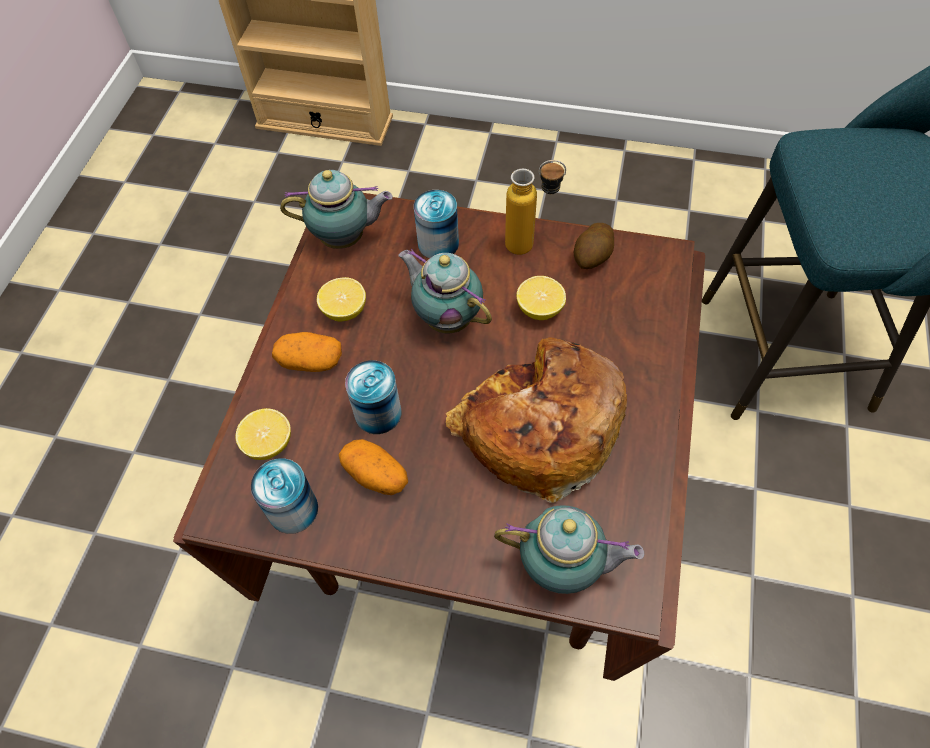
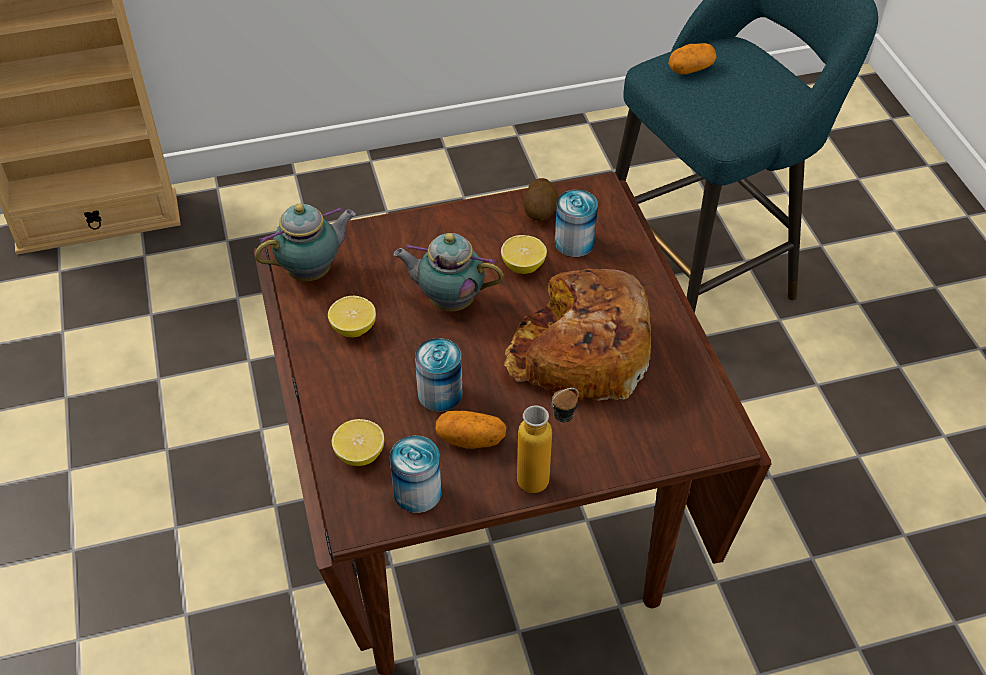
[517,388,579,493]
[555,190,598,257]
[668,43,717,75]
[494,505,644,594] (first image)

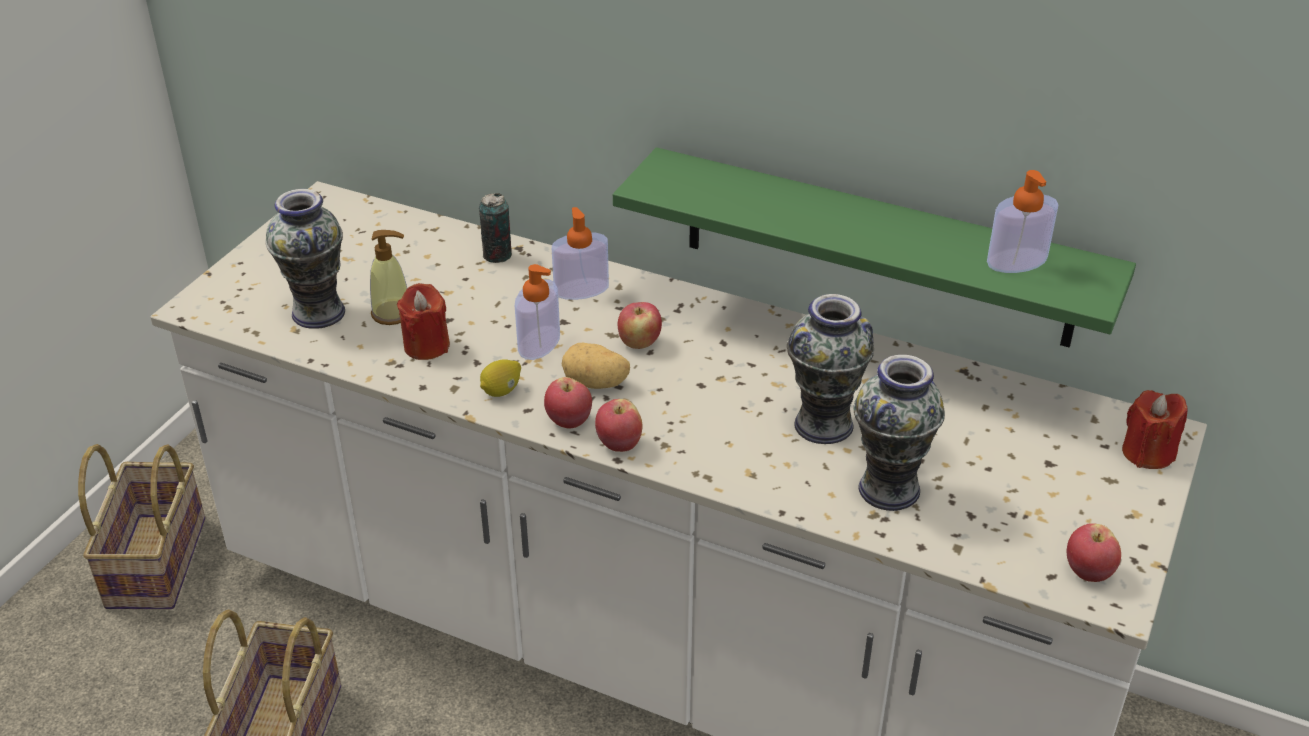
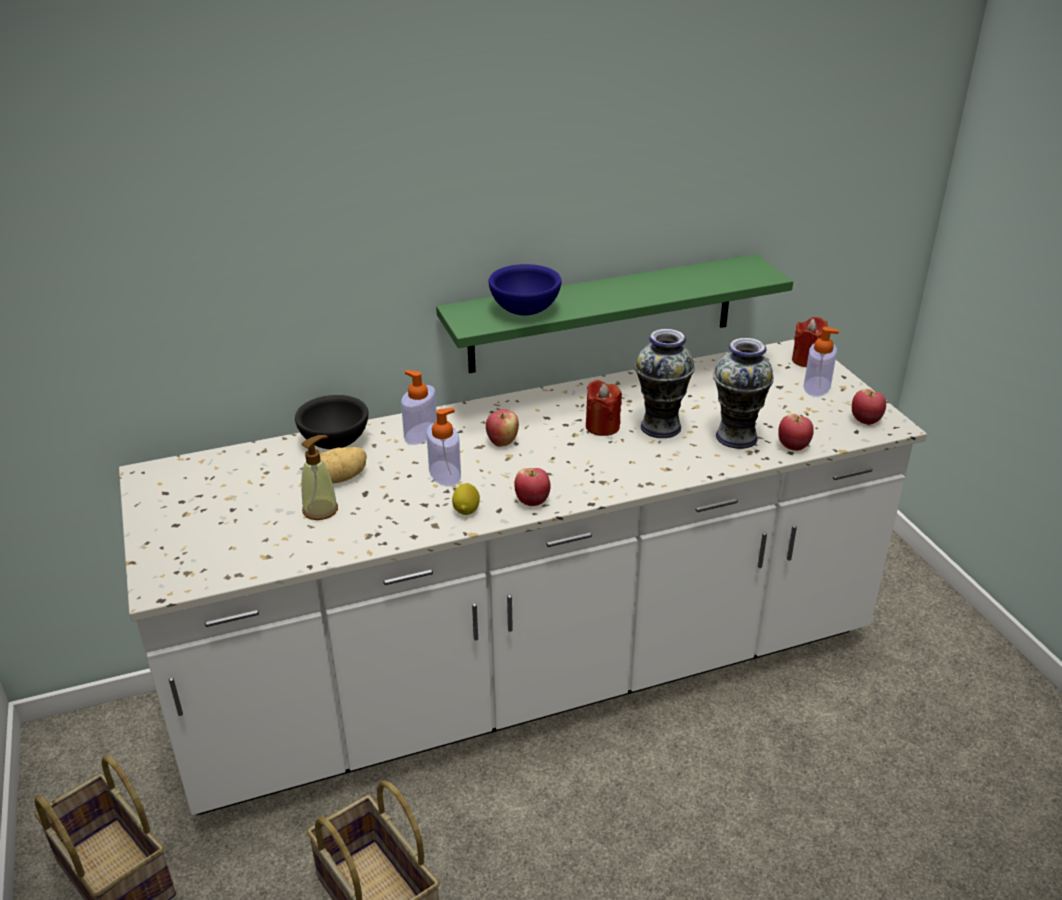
[295,395,368,449]
[320,447,367,483]
[488,264,562,315]
[586,380,622,436]
[778,414,814,451]
[804,327,839,397]
[265,189,345,329] (first image)

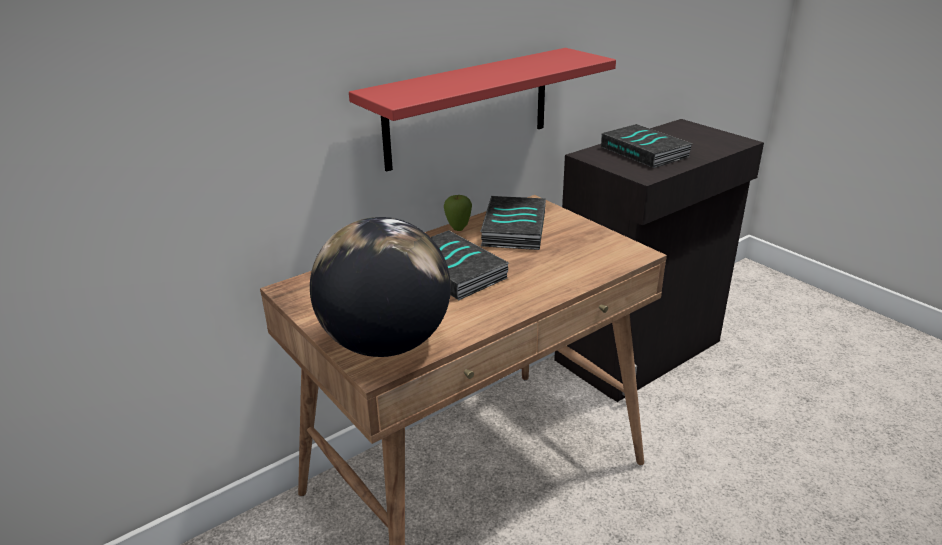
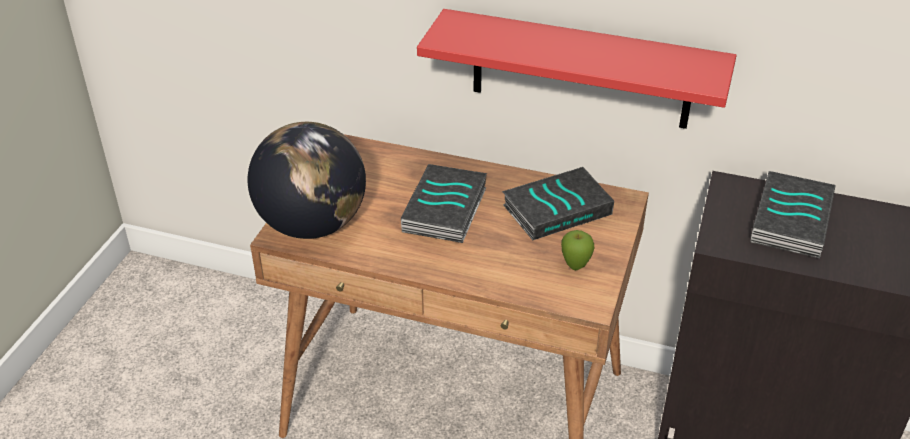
[561,230,594,270]

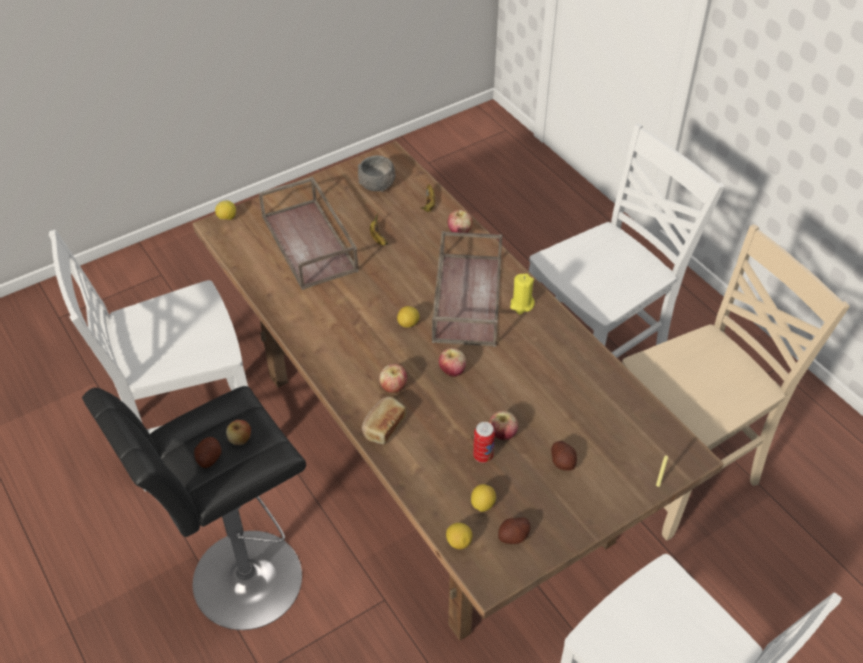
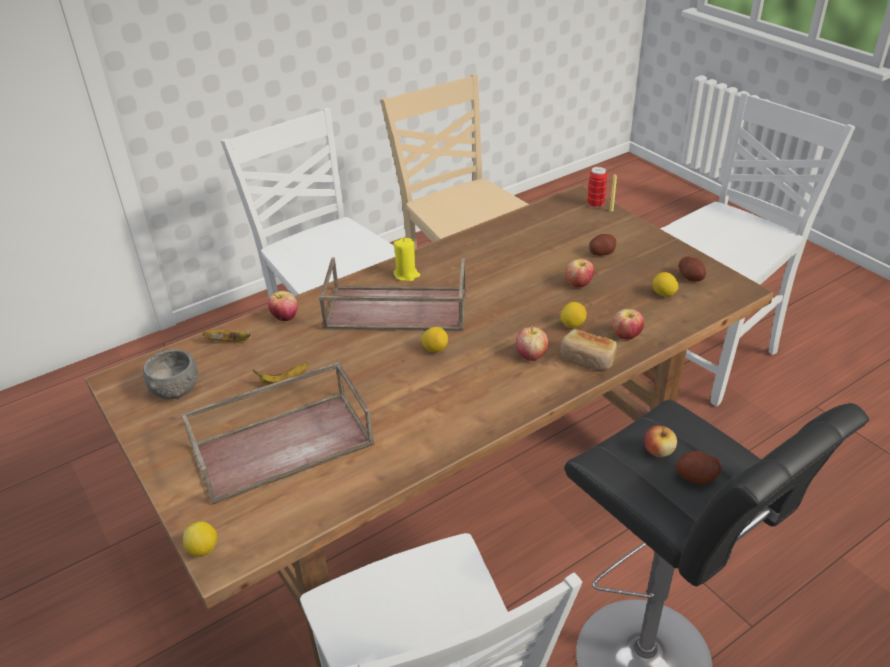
[560,302,587,328]
[587,167,607,208]
[612,309,644,340]

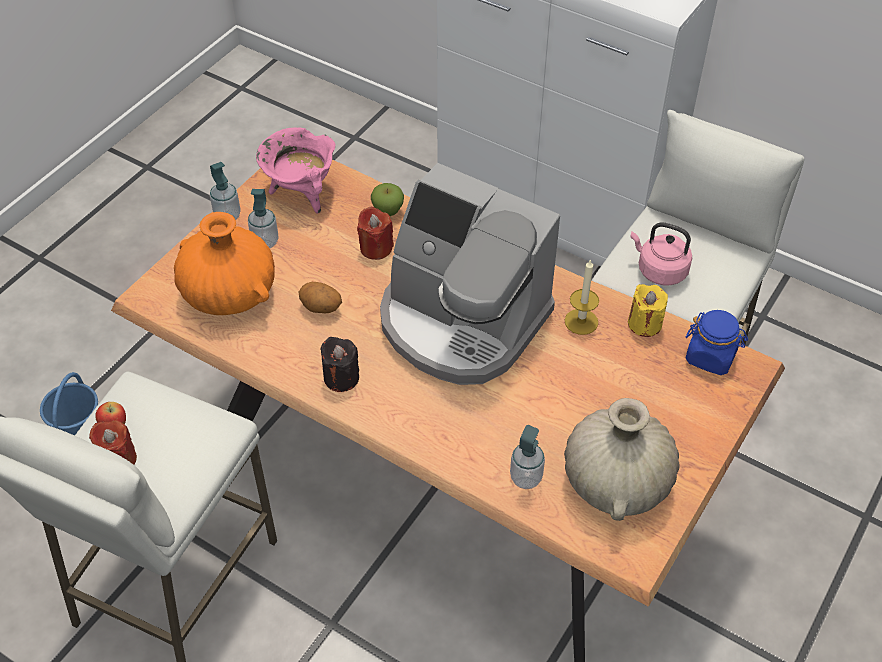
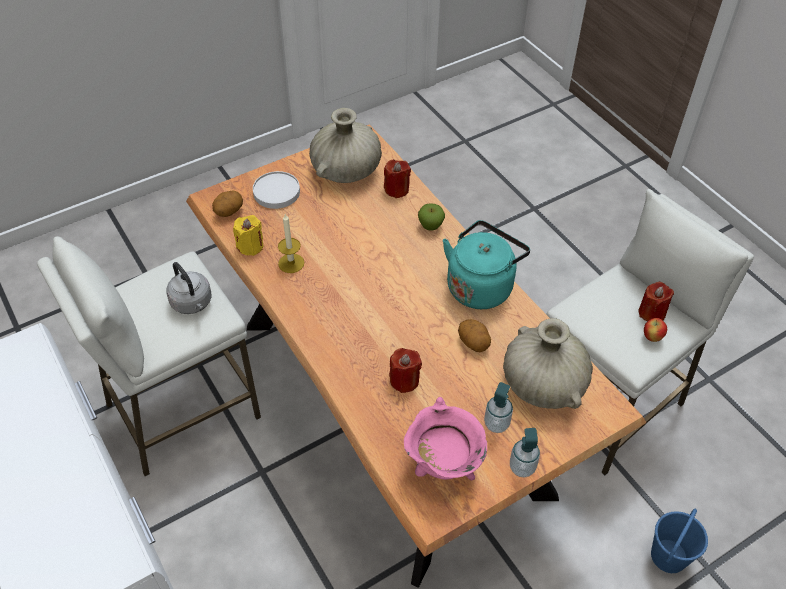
[166,262,212,314]
[212,190,243,217]
[253,171,300,209]
[384,160,411,198]
[418,203,445,231]
[443,220,530,309]
[503,318,593,409]
[380,163,560,385] (first image)

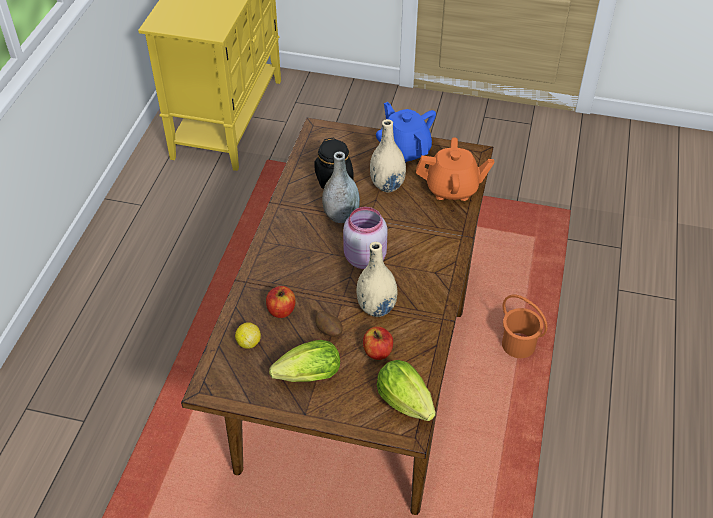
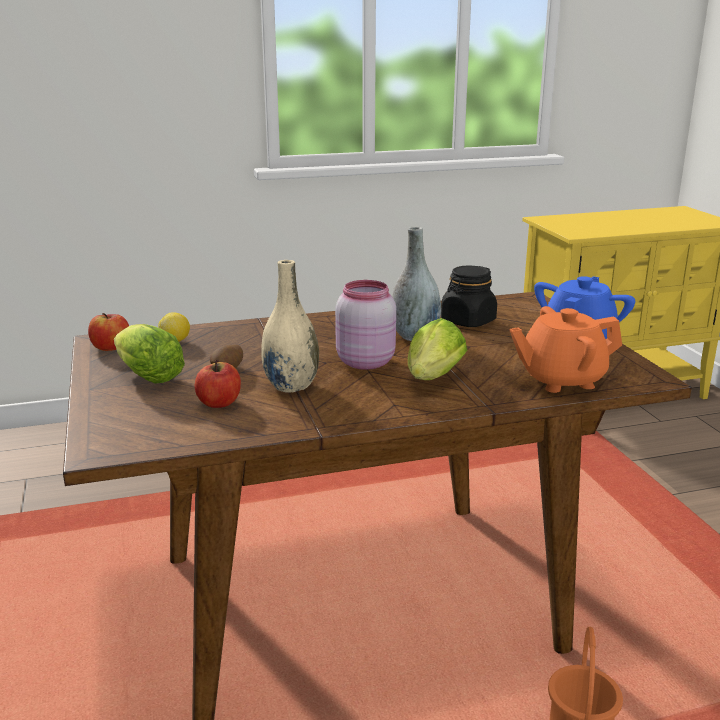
[88,313,129,351]
[408,318,467,380]
[509,306,622,393]
[370,119,406,192] (first image)

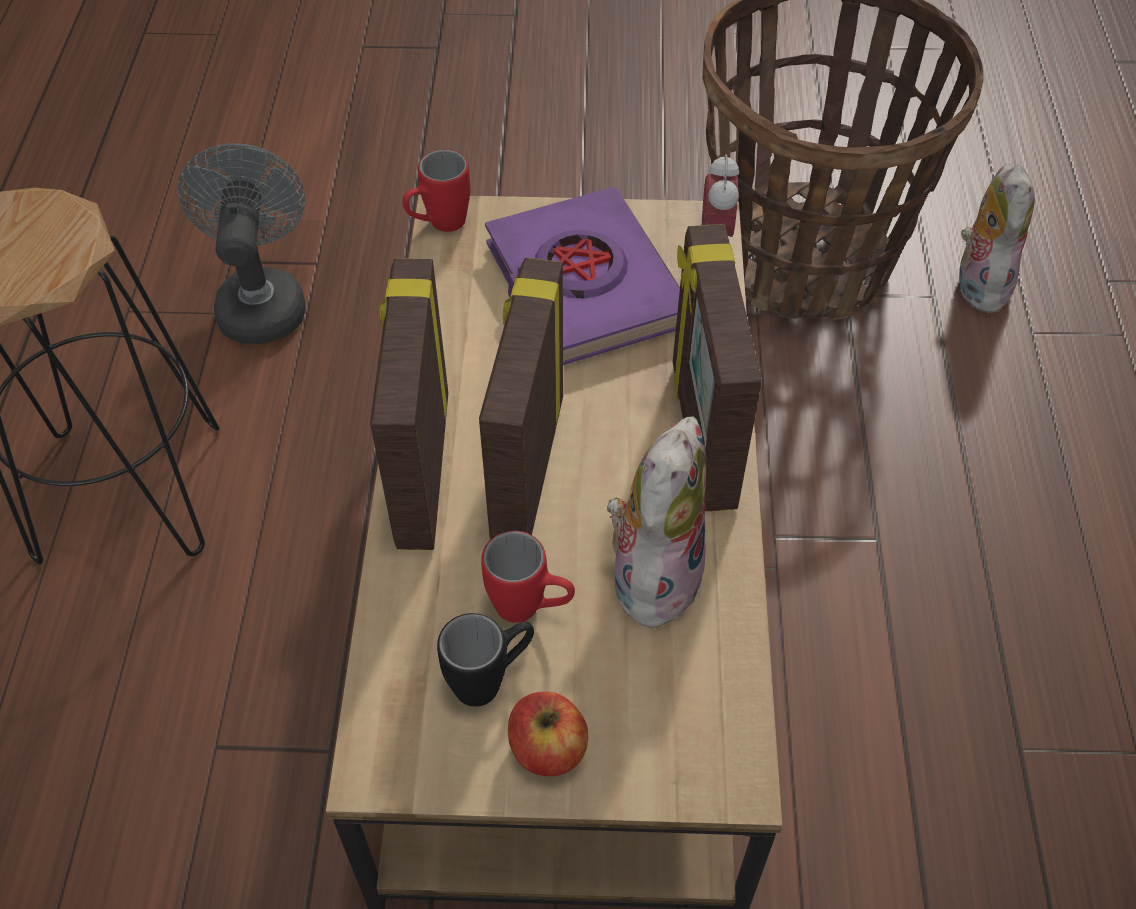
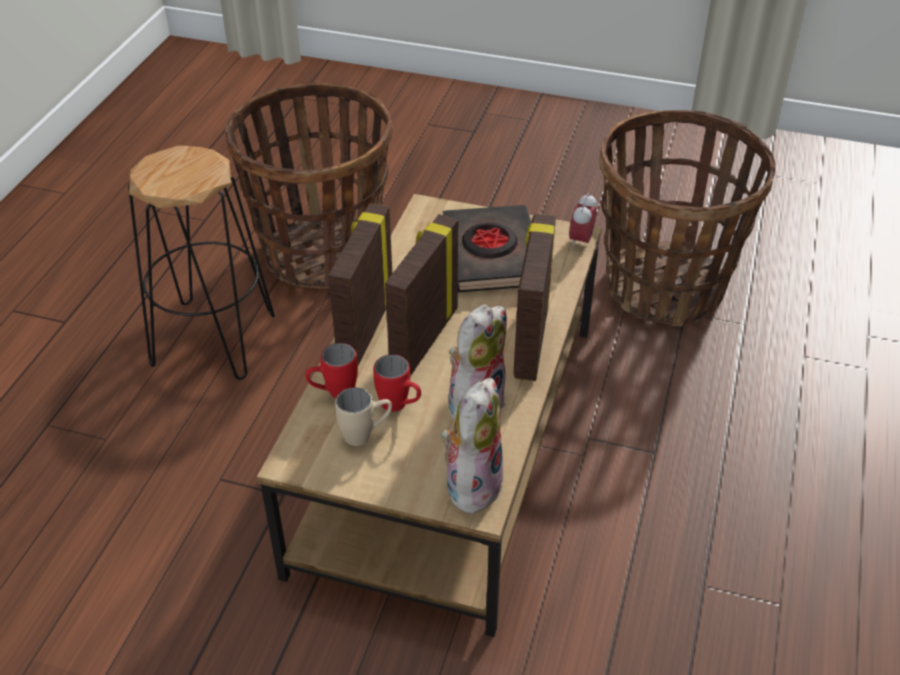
[225,82,393,289]
[305,343,358,399]
[335,387,392,446]
[441,378,504,514]
[443,205,531,293]
[508,691,588,776] (first image)

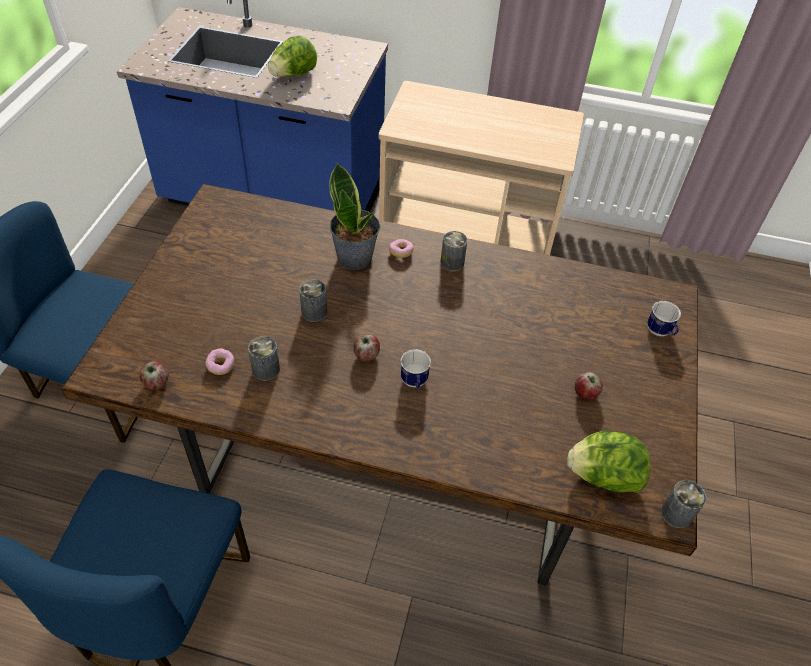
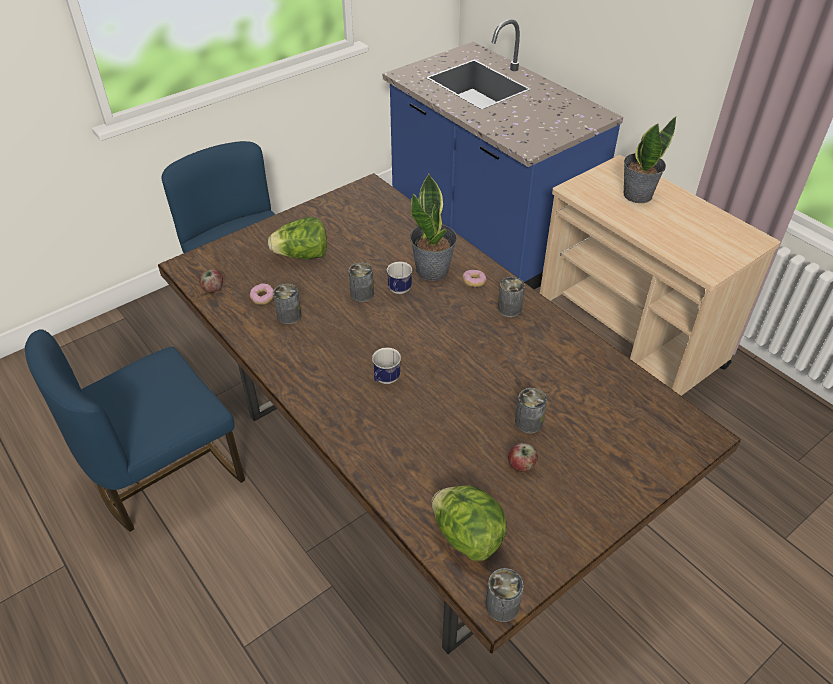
[268,217,327,259]
[387,261,412,294]
[515,388,547,434]
[624,117,676,203]
[353,335,380,361] (first image)

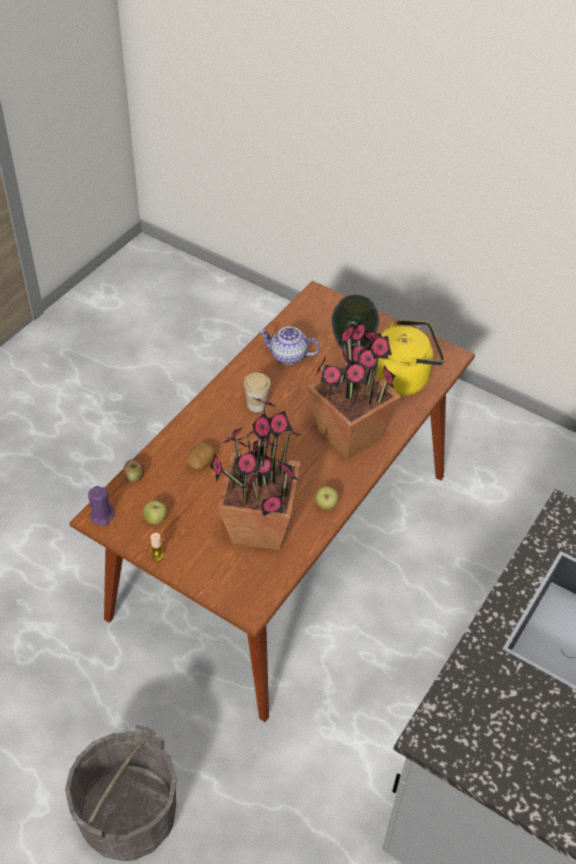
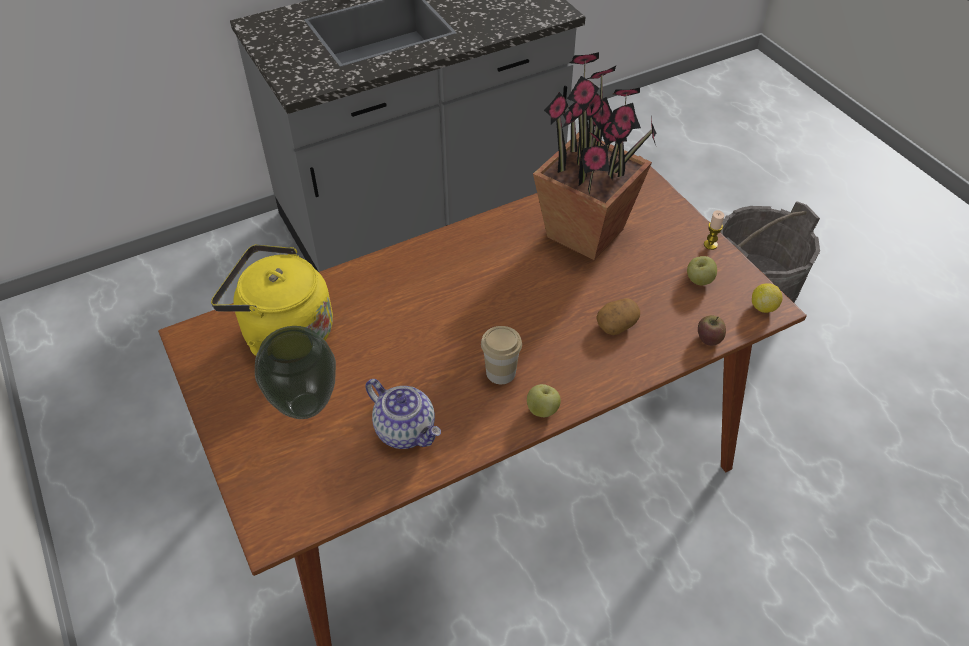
[527,384,561,417]
[752,283,783,313]
[308,321,401,460] (first image)

